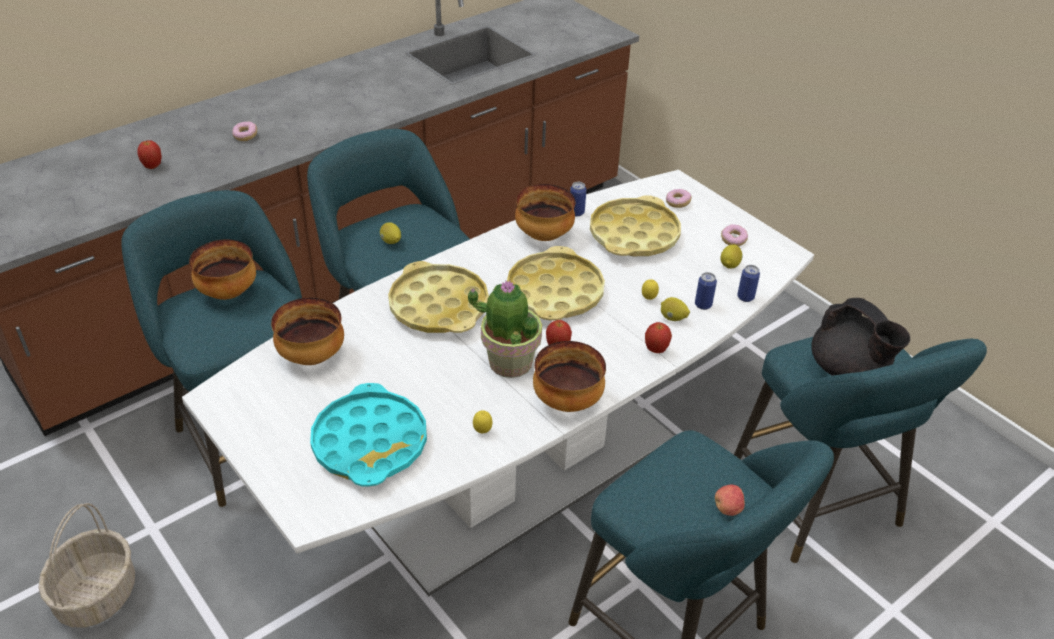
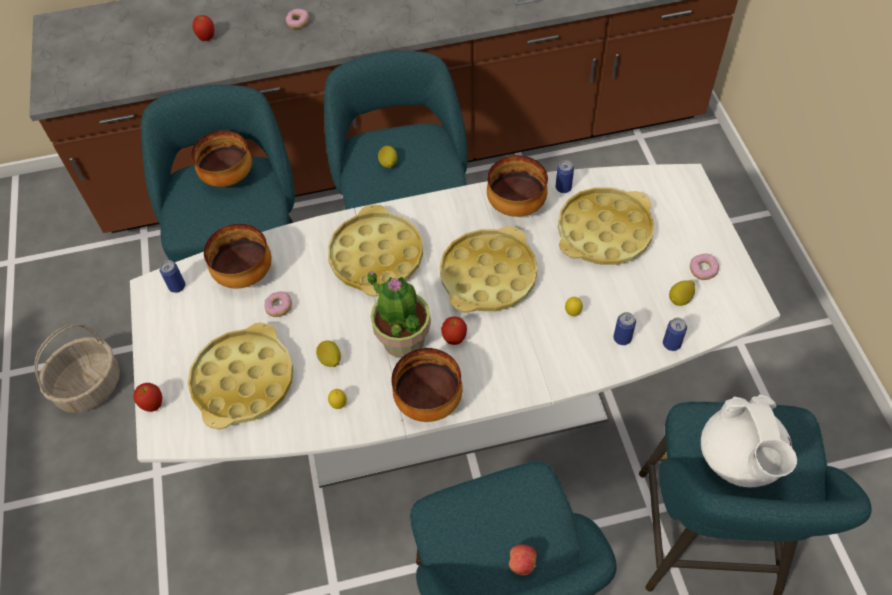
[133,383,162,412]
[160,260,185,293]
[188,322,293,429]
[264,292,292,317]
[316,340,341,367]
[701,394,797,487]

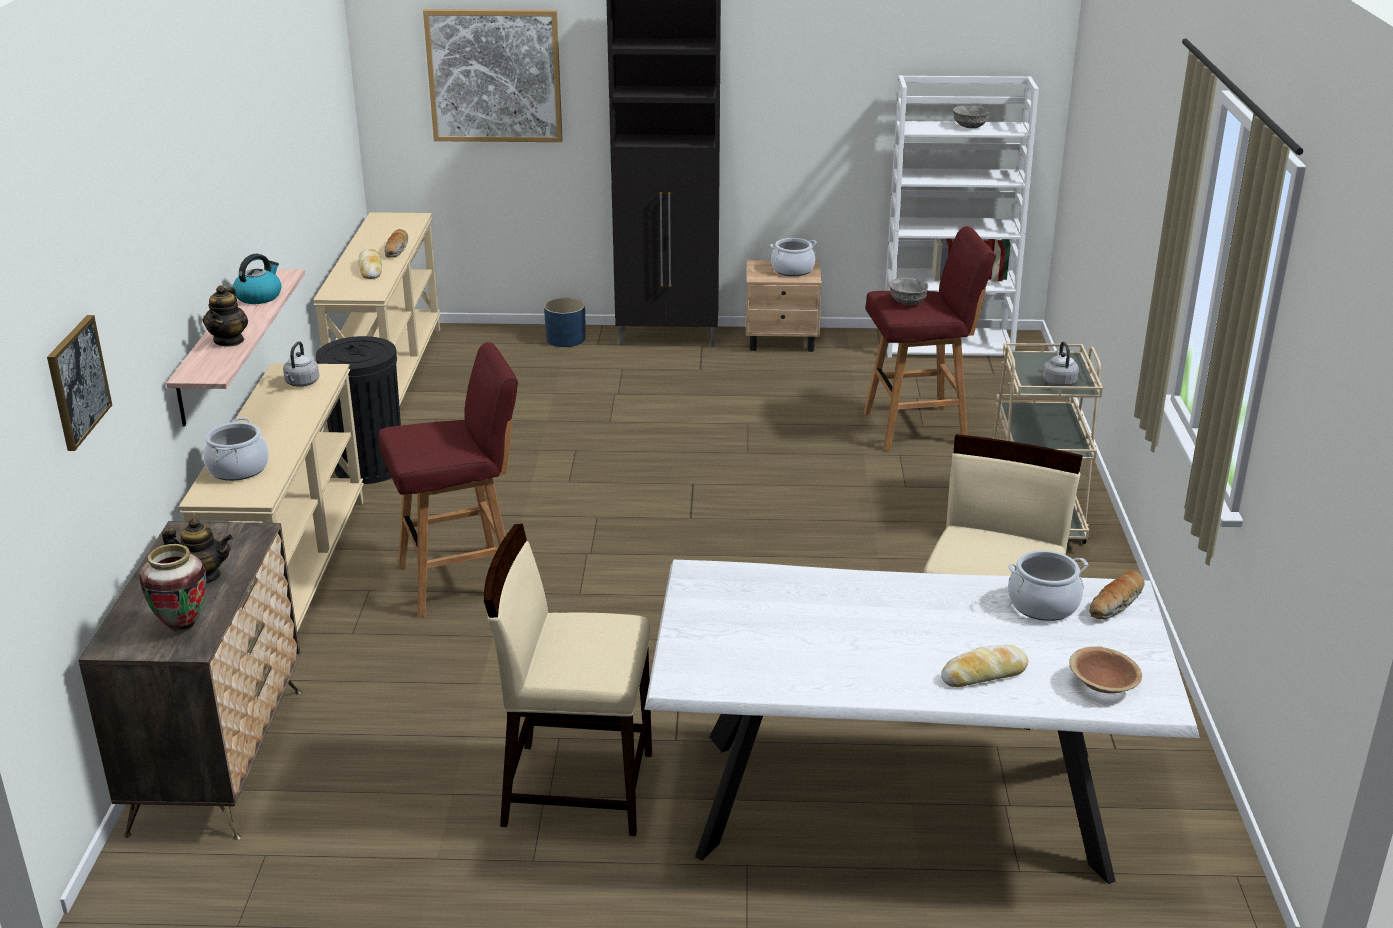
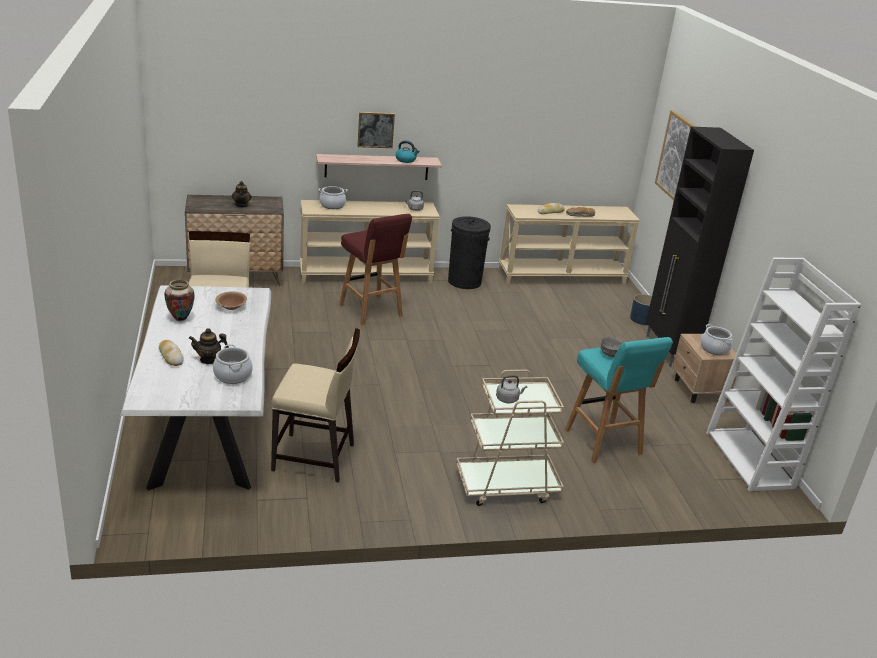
[164,279,195,321]
[189,328,229,364]
[215,291,247,310]
[358,112,395,148]
[565,337,673,463]
[953,105,989,128] (first image)
[1089,571,1145,620] (first image)

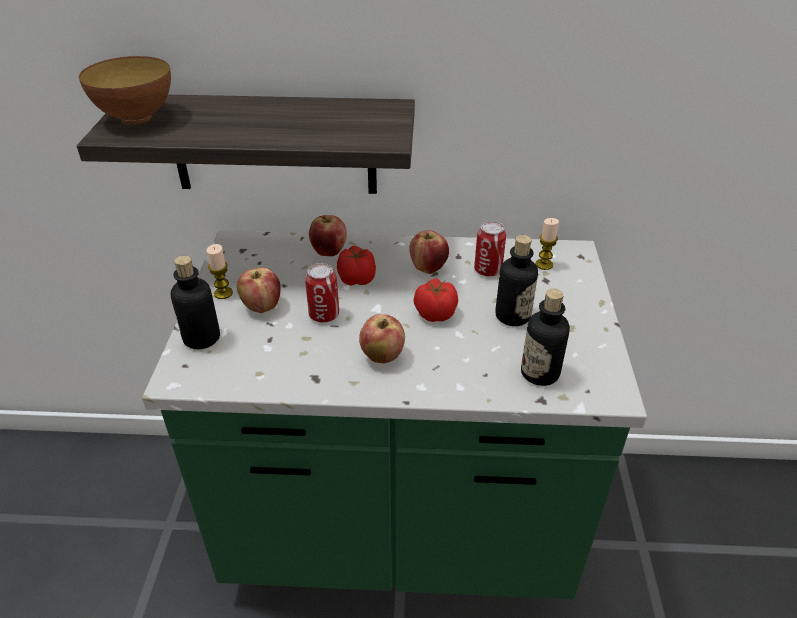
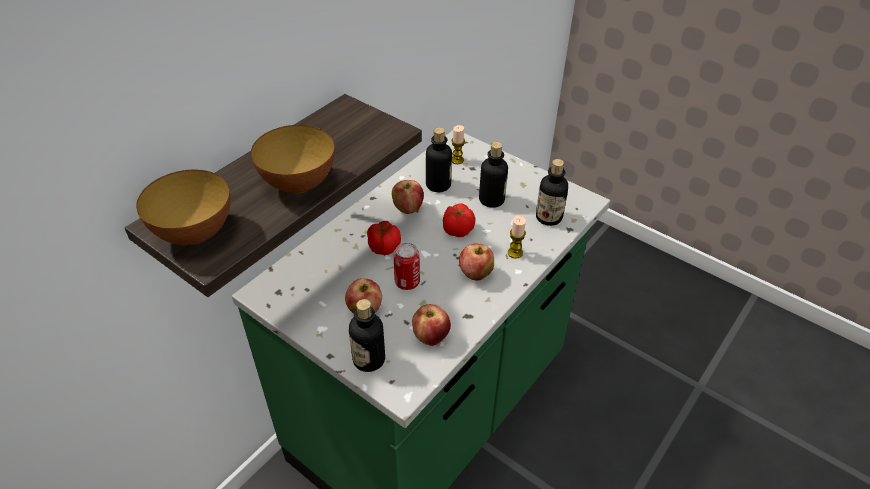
[251,125,335,194]
[412,304,451,346]
[426,127,452,192]
[508,216,526,259]

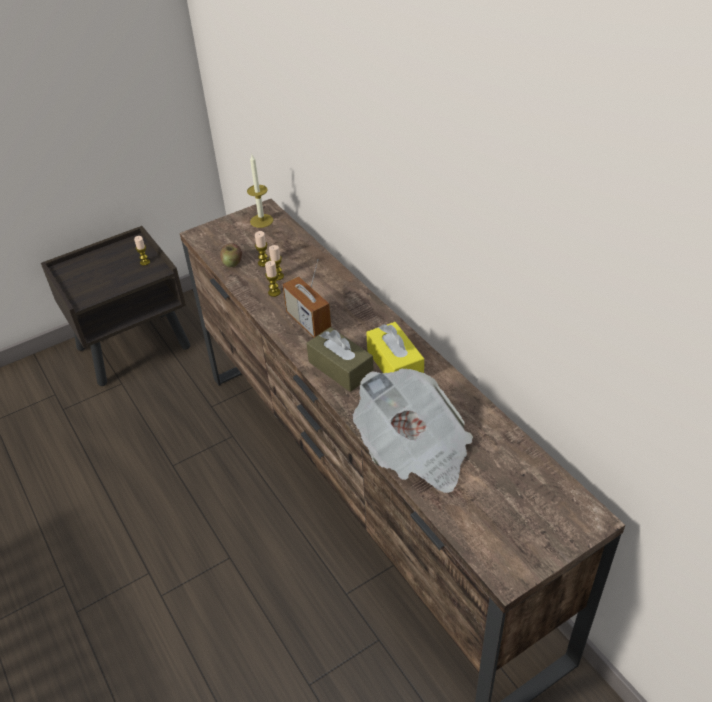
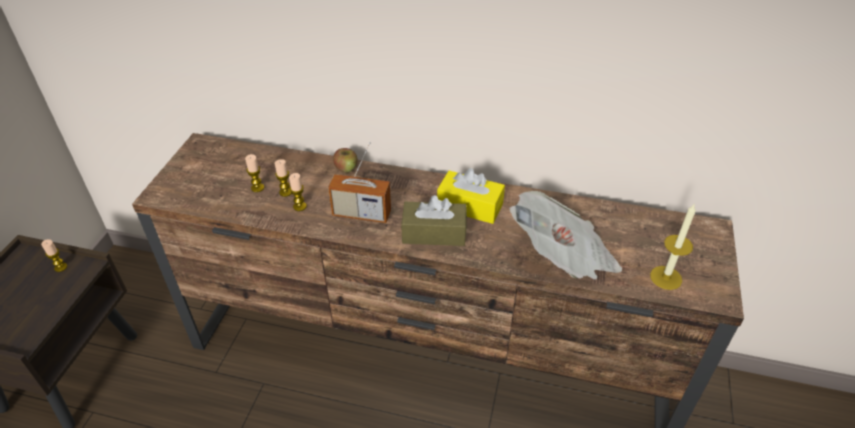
[333,148,358,173]
[650,203,696,290]

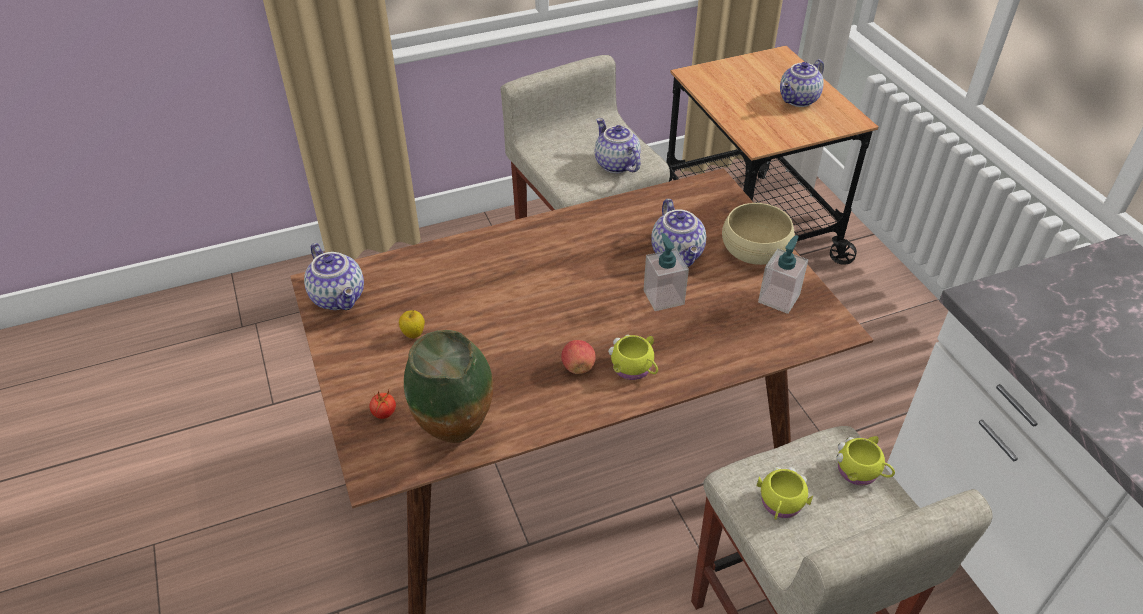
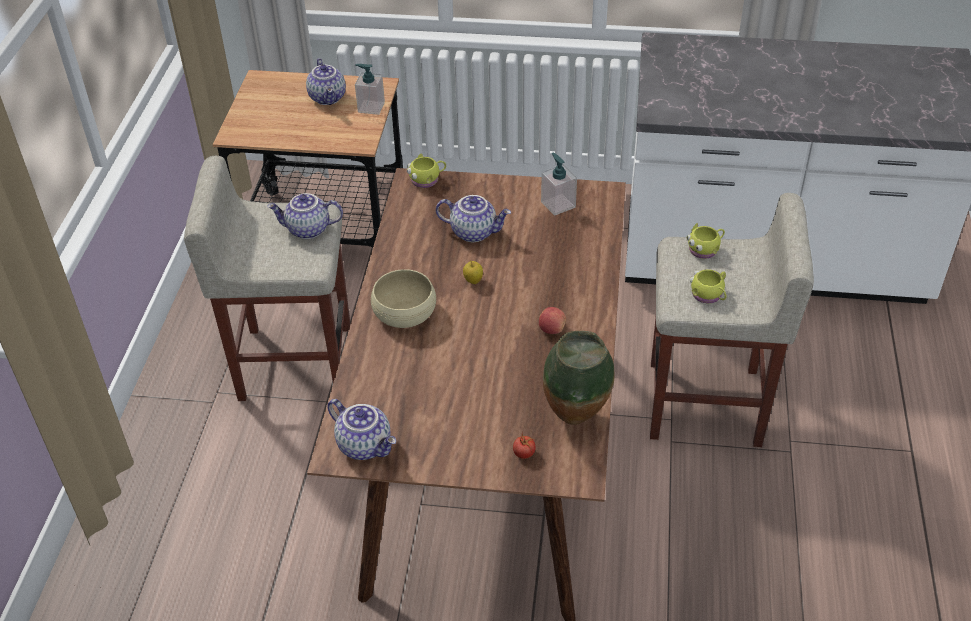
[327,399,396,460]
[355,64,385,115]
[371,269,436,328]
[407,153,446,188]
[463,261,483,284]

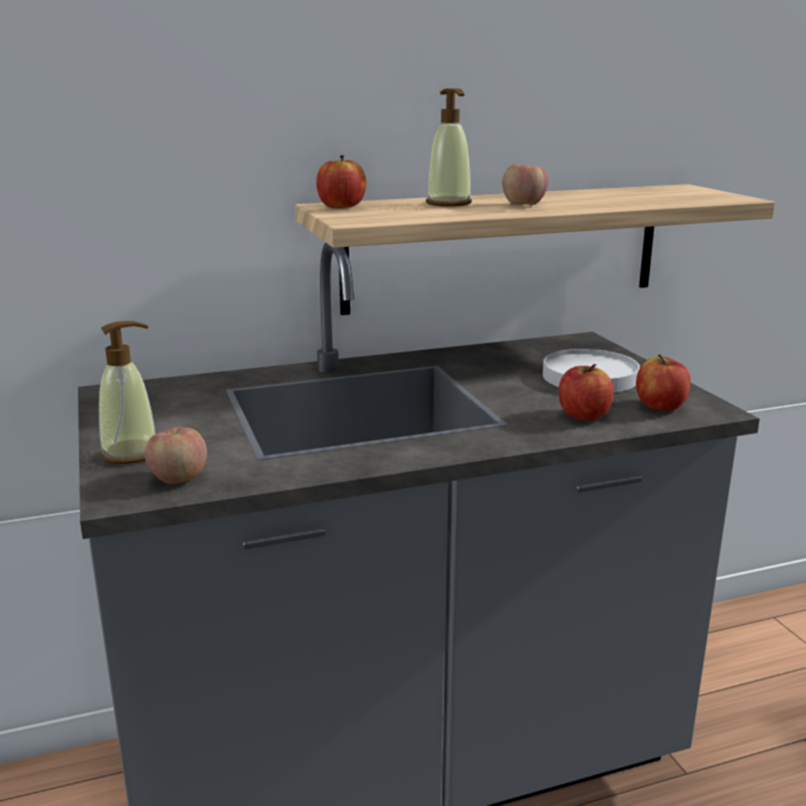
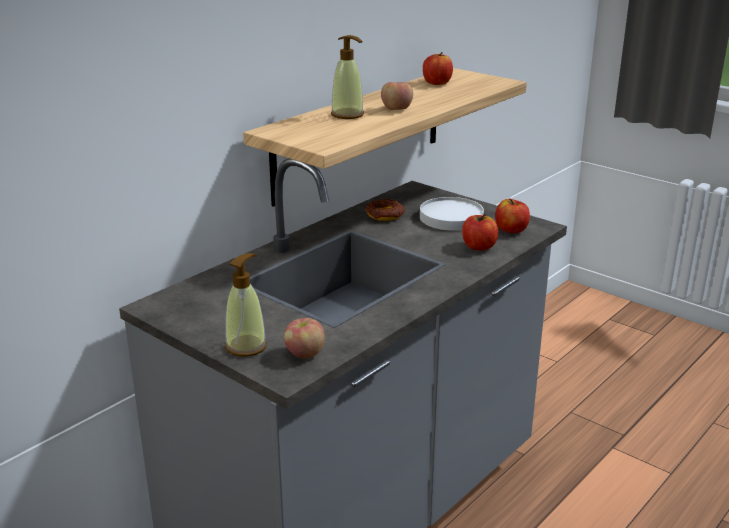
[366,199,405,221]
[423,52,453,85]

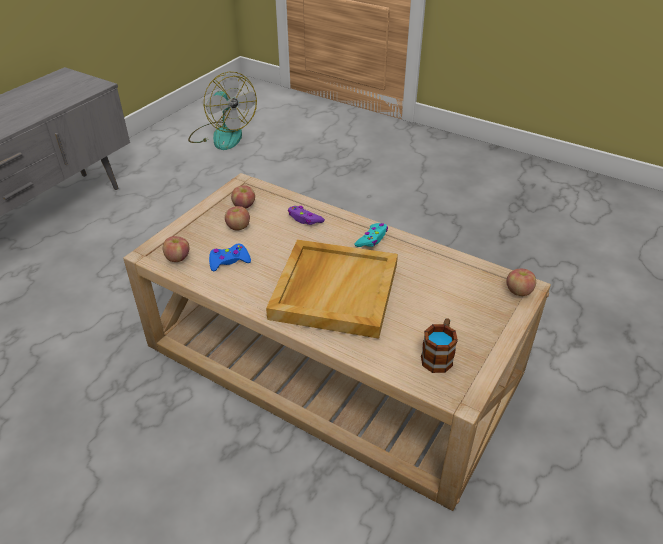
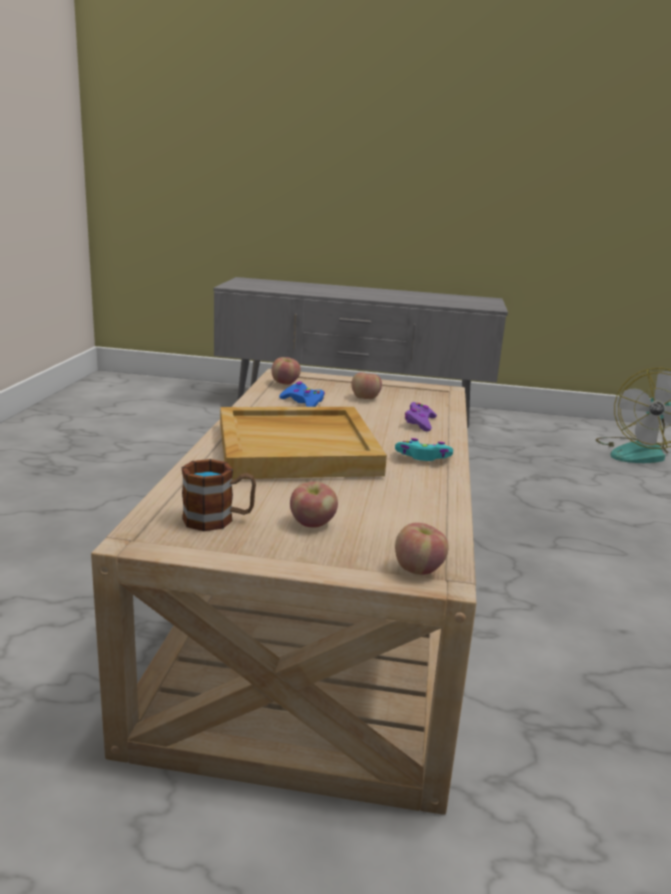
[290,482,338,528]

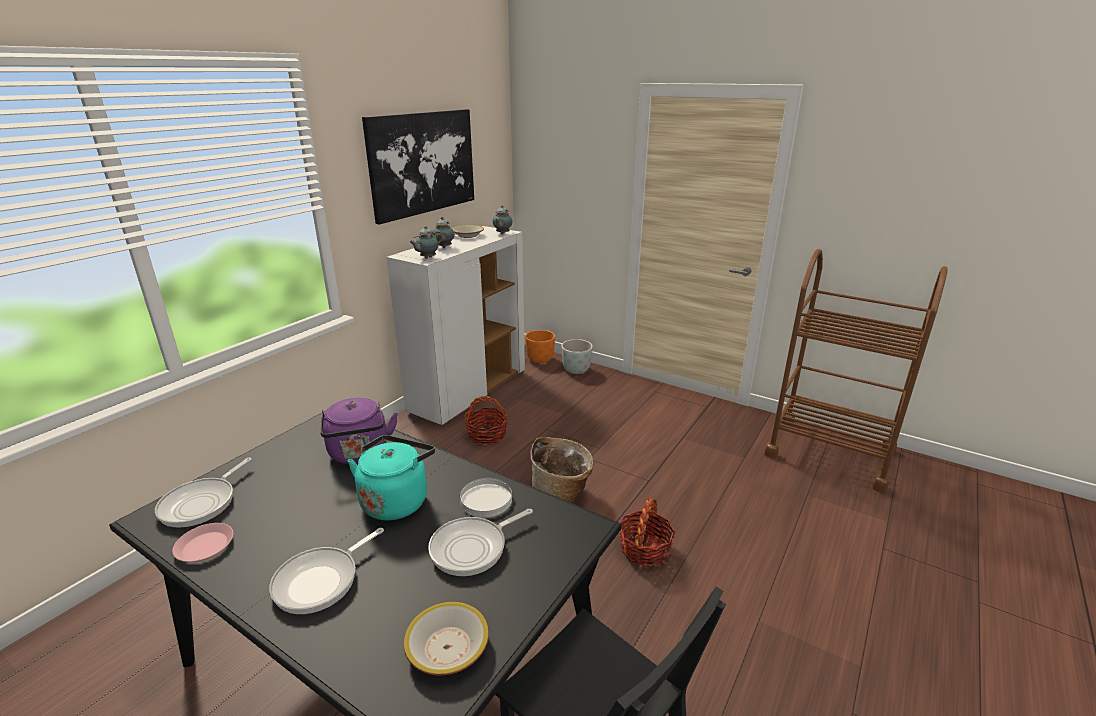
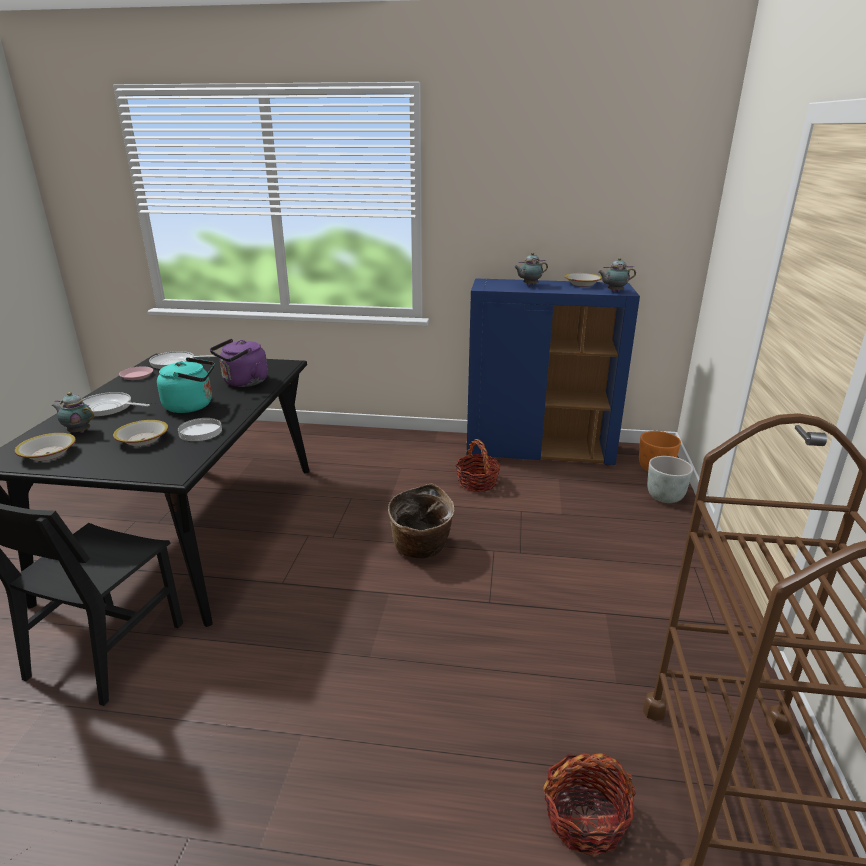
[52,392,94,433]
[113,420,168,446]
[467,278,640,466]
[543,753,636,857]
[362,109,474,224] (first image)

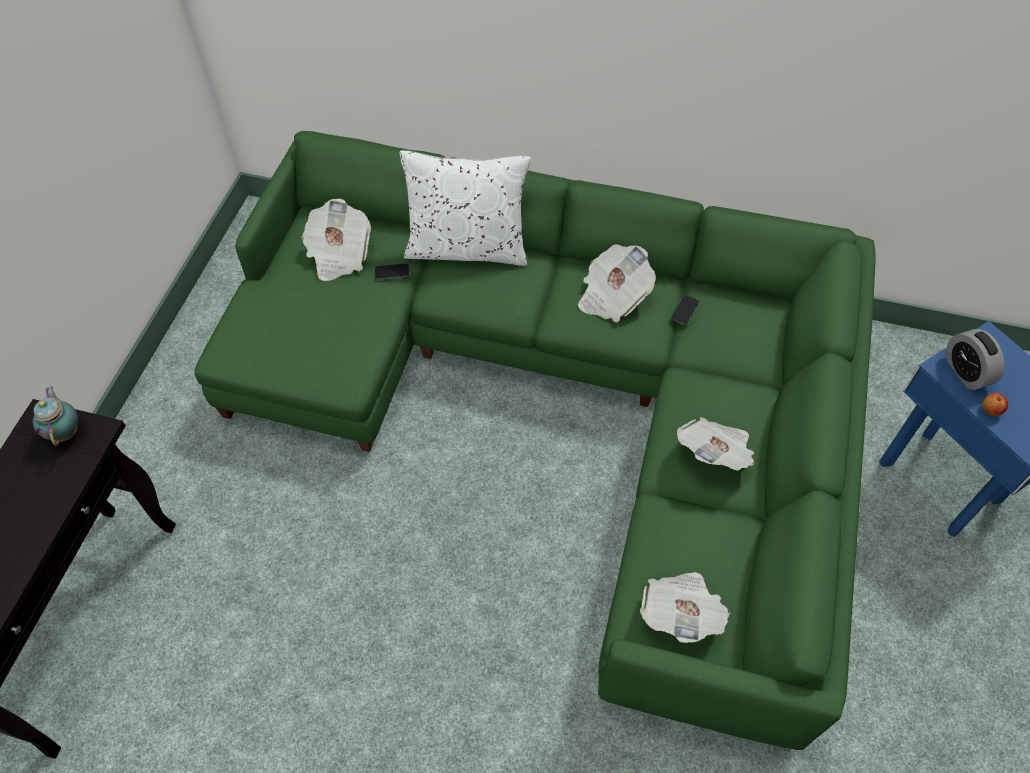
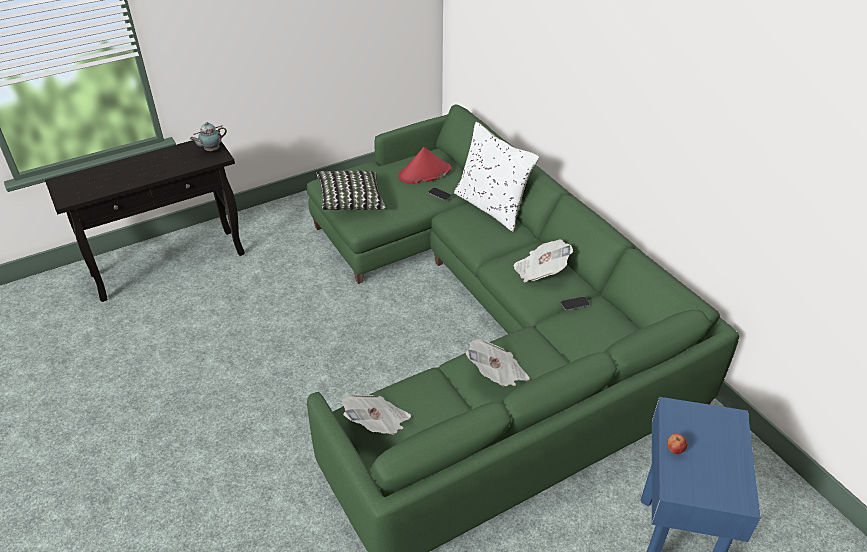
[190,122,227,151]
[316,170,386,210]
[398,147,451,184]
[946,329,1004,390] (first image)

